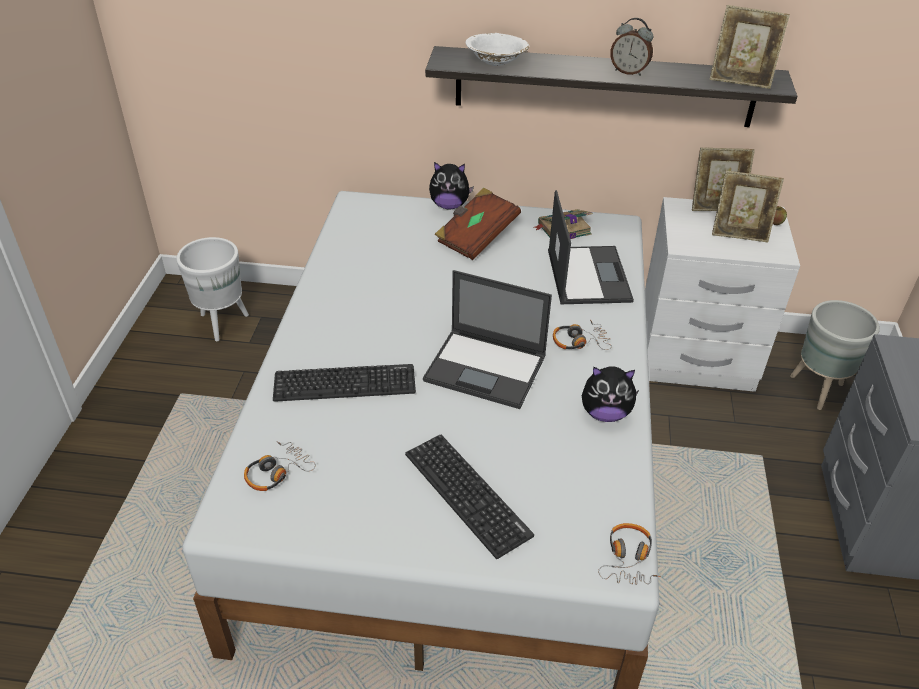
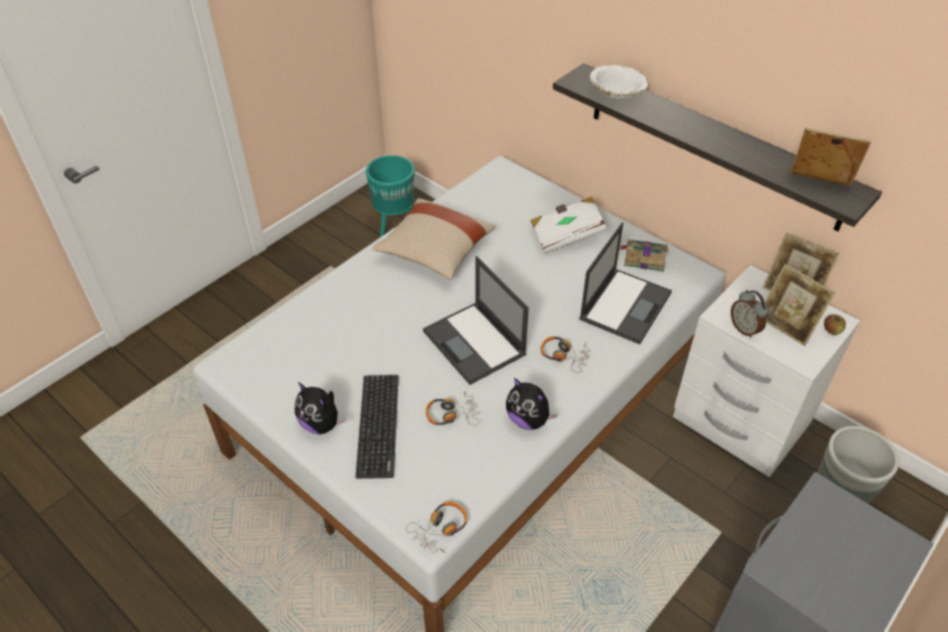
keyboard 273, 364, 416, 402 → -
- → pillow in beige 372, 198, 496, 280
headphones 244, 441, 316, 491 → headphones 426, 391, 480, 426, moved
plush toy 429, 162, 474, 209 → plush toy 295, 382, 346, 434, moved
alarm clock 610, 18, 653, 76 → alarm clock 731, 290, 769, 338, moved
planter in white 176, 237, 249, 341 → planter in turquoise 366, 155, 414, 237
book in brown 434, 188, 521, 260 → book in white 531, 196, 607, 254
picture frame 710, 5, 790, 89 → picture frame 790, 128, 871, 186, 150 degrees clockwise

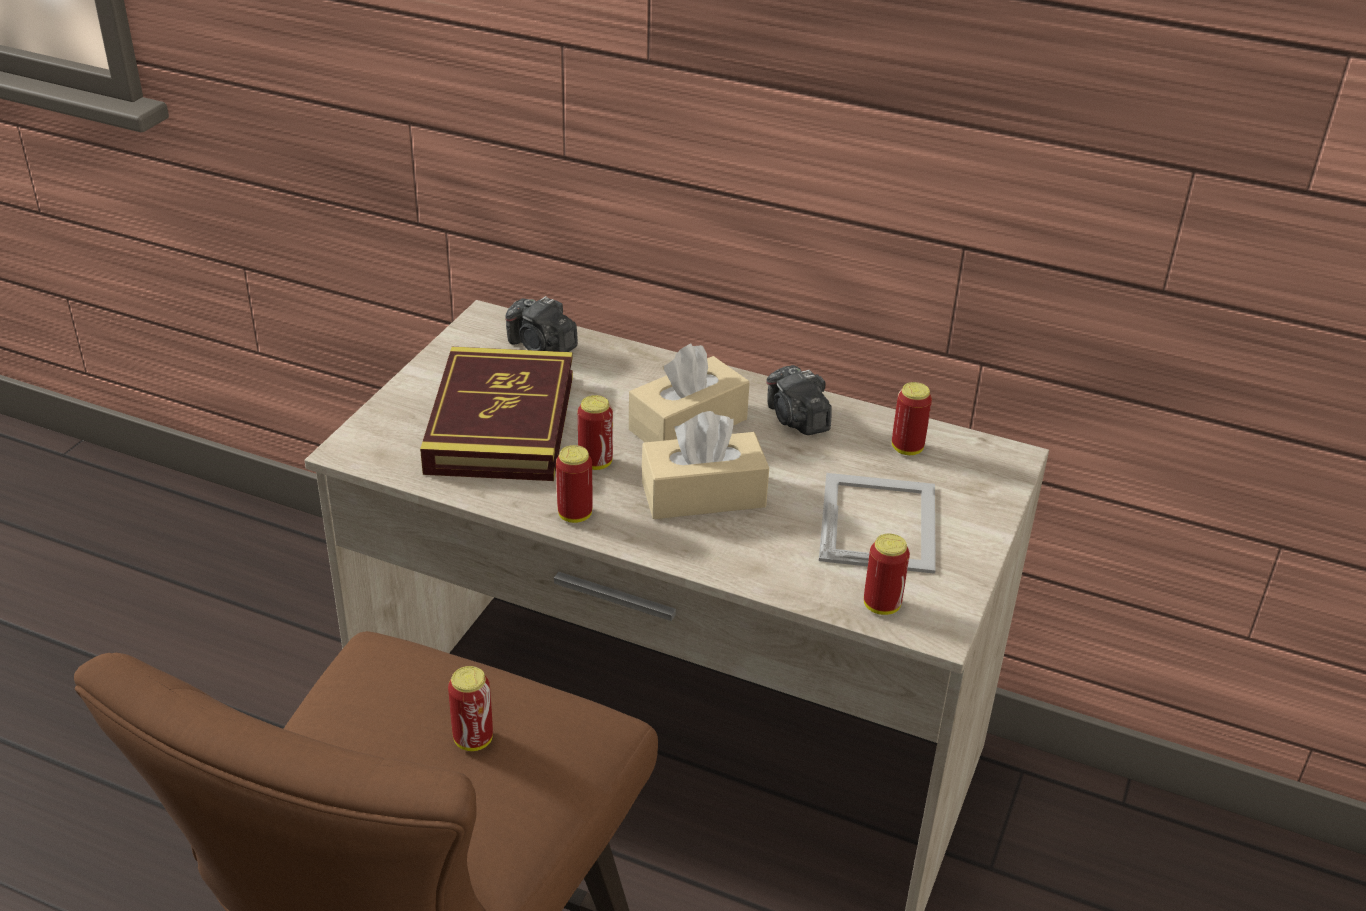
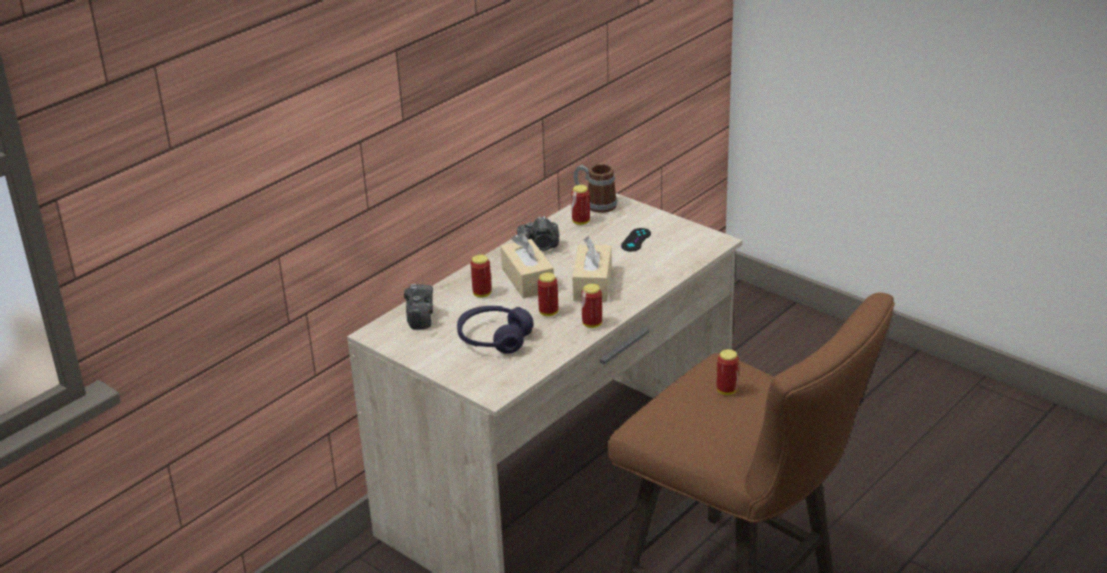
- → mug 574, 164, 617, 213
can 864, 534, 910, 615 → can 471, 254, 492, 297, moved
book 420, 347, 573, 481 → headphones in purple 457, 306, 533, 354
picture frame 819, 473, 936, 574 → game controller in black 621, 228, 651, 251
photo camera 505, 296, 578, 352 → photo camera 404, 284, 433, 330, 60 degrees counterclockwise

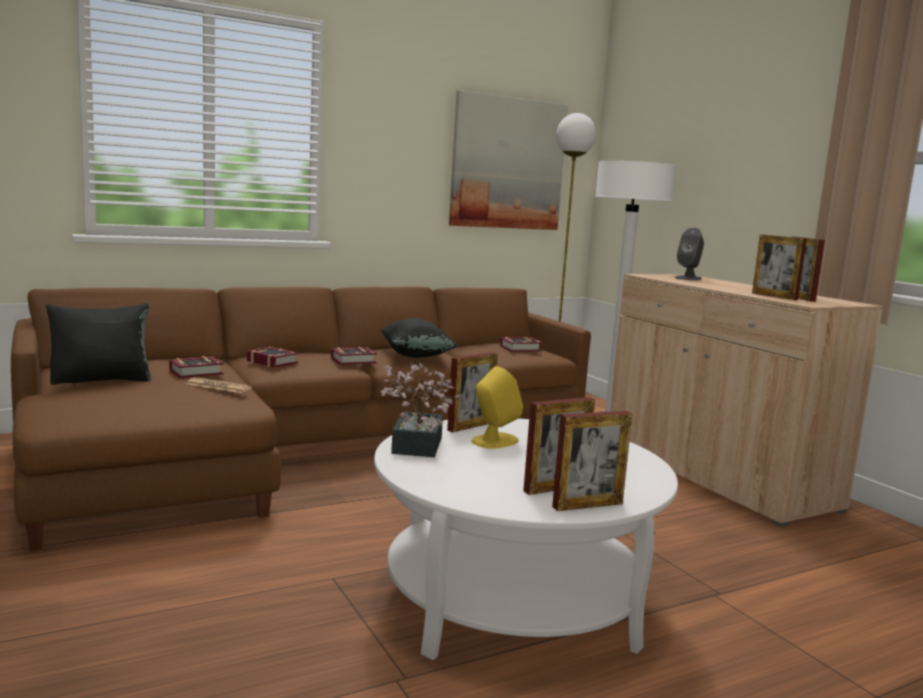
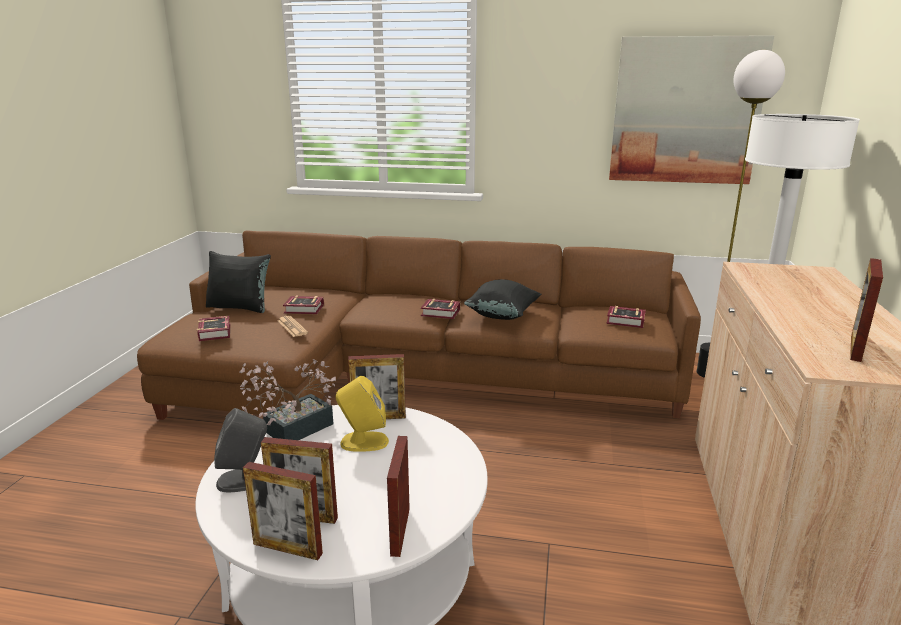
book 247, 347, 298, 368 → book 197, 316, 230, 341, moved
speaker in grey 675, 228, 704, 280 → speaker in grey 214, 408, 267, 492, moved
picture frame 752, 235, 807, 300 → picture frame 387, 436, 410, 557, moved

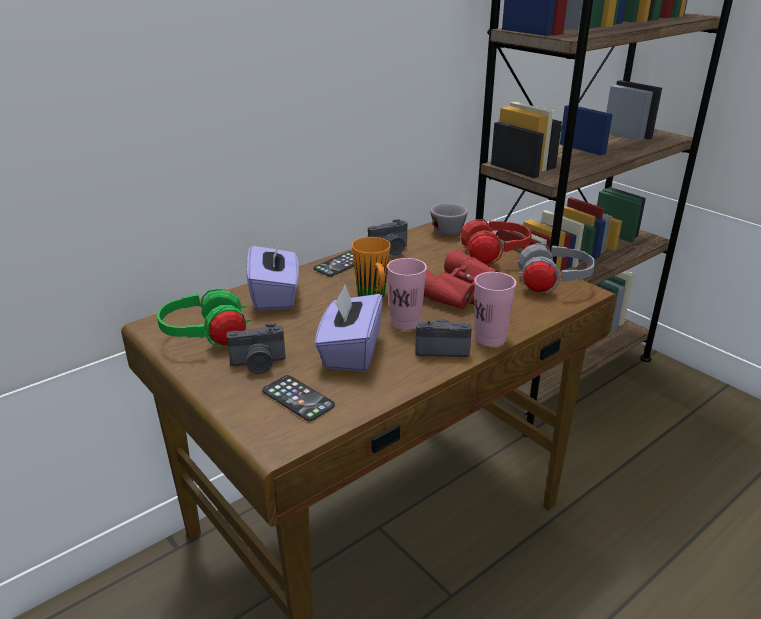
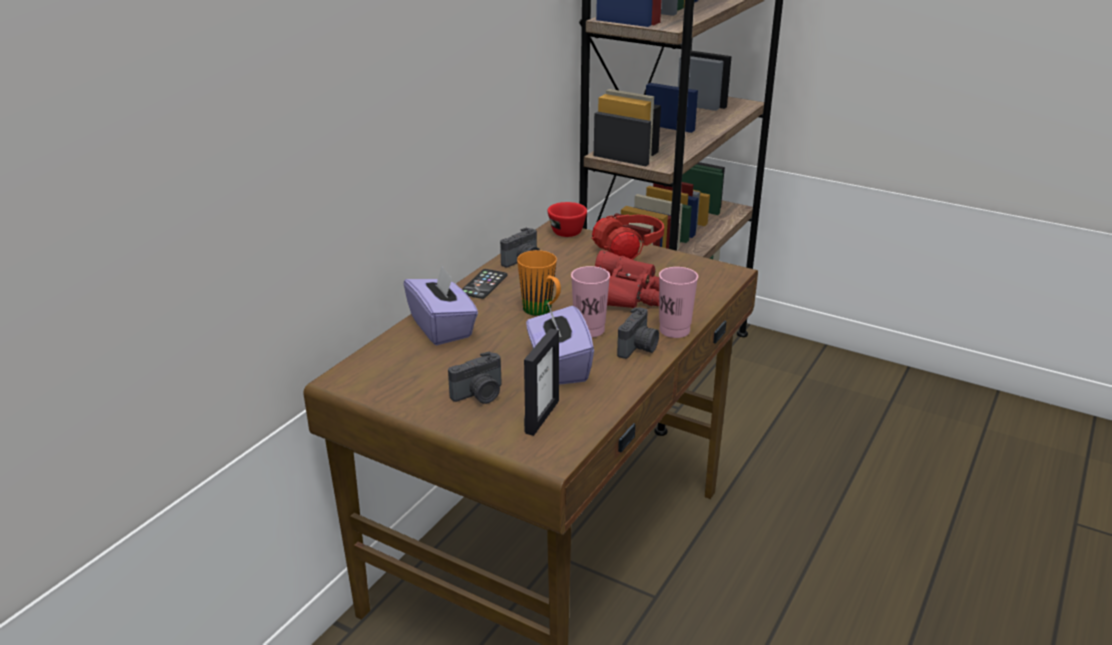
headphones in green 157, 289, 251, 347 → -
headphones in grey 514, 243, 595, 293 → -
phone 262, 375, 335, 421 → picture frame 524, 328, 559, 436
cup in grey 430, 203, 468, 235 → cup in red 548, 202, 587, 237
photo camera 415, 319, 472, 357 → photo camera 617, 307, 659, 359, 135 degrees clockwise

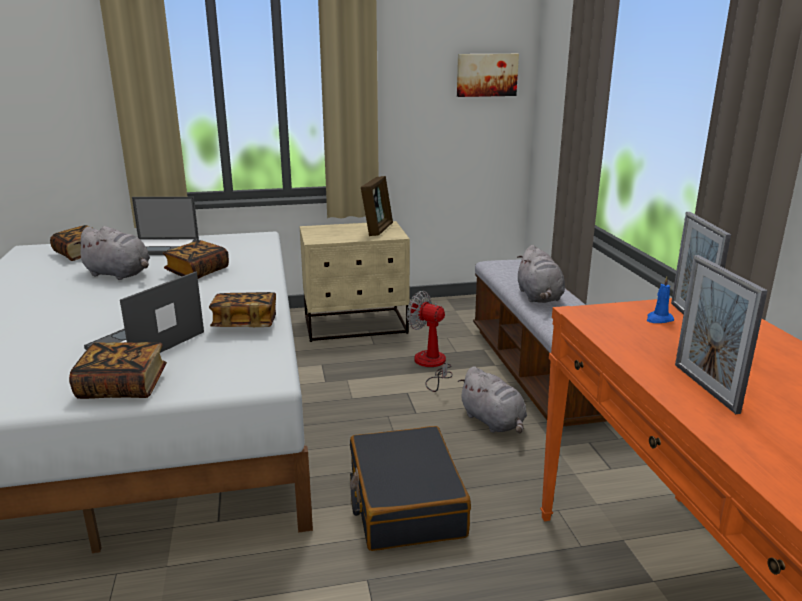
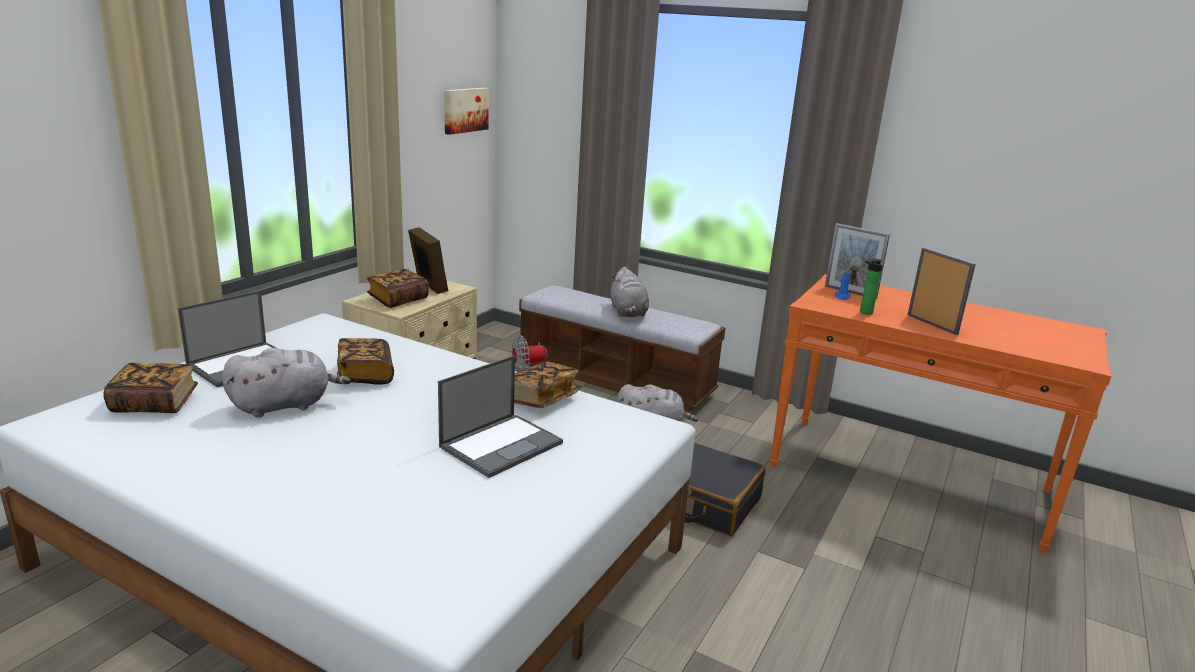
- → bottle 860, 259, 883, 315
book 69, 342, 167, 399 → book 367, 269, 429, 308, moved
laptop 84, 272, 204, 353 → laptop 438, 355, 563, 478, 120 degrees counterclockwise
plush toy in grey 517, 245, 565, 303 → plush toy in grey 611, 267, 649, 317, 45 degrees clockwise
picture frame 675, 255, 768, 414 → picture frame 908, 247, 976, 335, 150 degrees counterclockwise

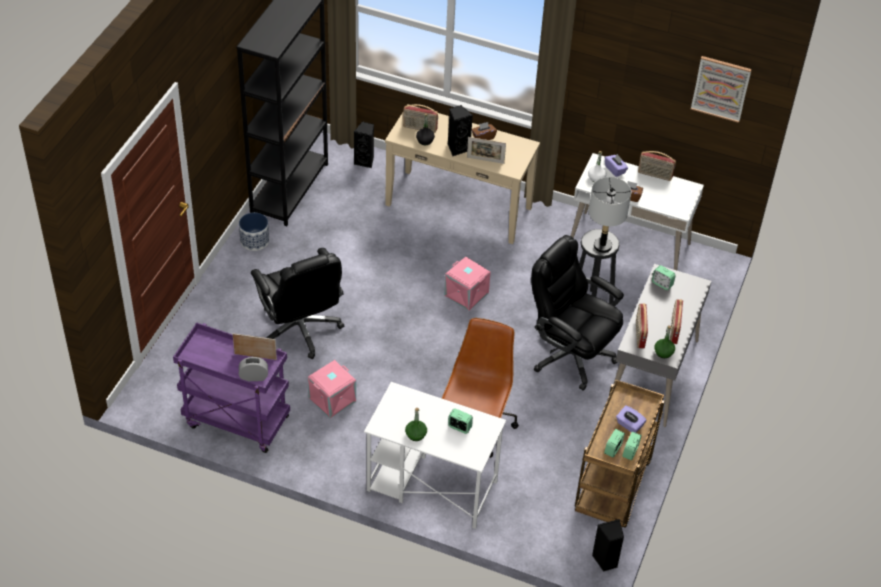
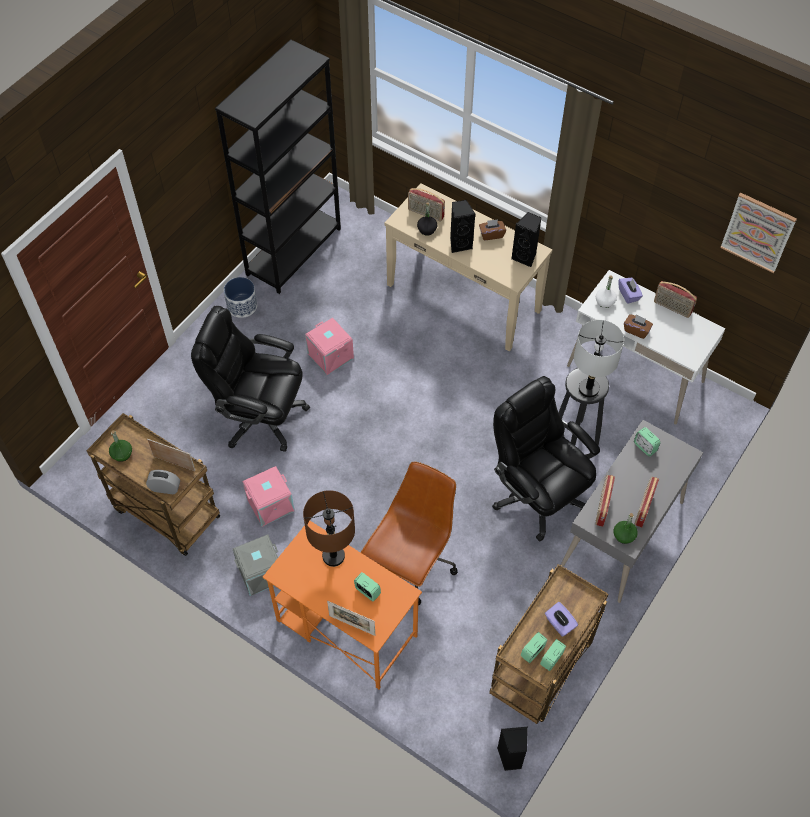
- → storage box in grey 232, 535, 278, 596
- → table lamp in brown 303, 490, 355, 567
speaker in black 354, 121, 374, 168 → speaker in black 511, 212, 542, 267, moved
bottle in green 405, 408, 427, 441 → bottle in green 109, 430, 132, 462, moved
storage box in pink 444, 256, 491, 311 → storage box in pink 305, 318, 354, 375, moved
picture frame 467, 137, 506, 164 → picture frame 327, 601, 375, 636, moved
cart in purple 173, 322, 290, 453 → cart in brown 86, 413, 220, 556
desk in white 364, 382, 506, 529 → desk in orange 263, 521, 422, 689
office chair in black 251, 248, 344, 359 → office chair in black 191, 306, 310, 452, 120 degrees clockwise

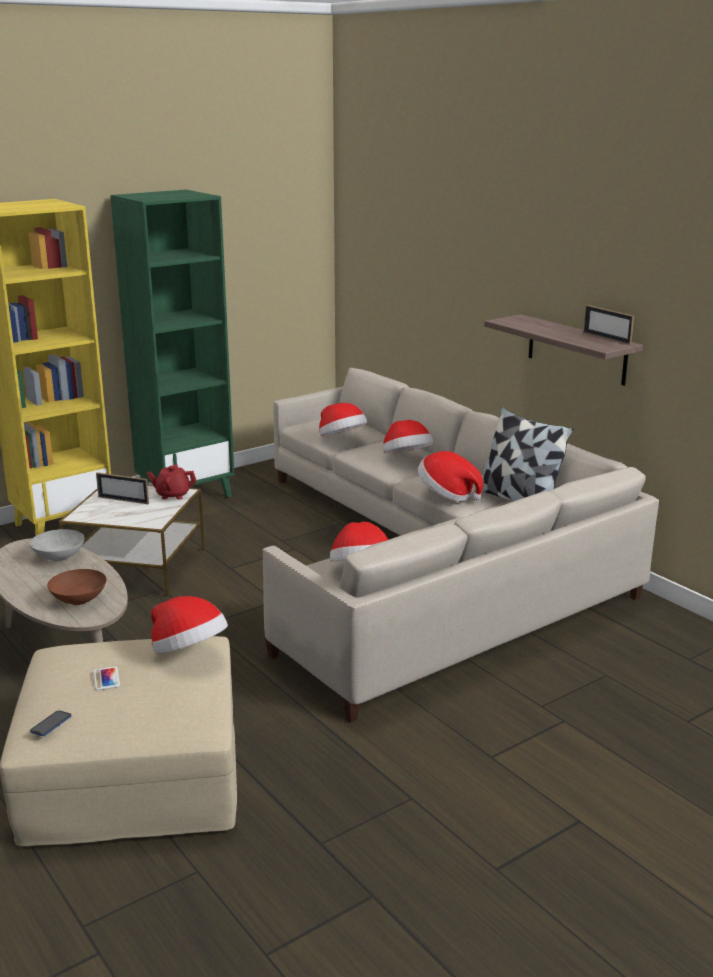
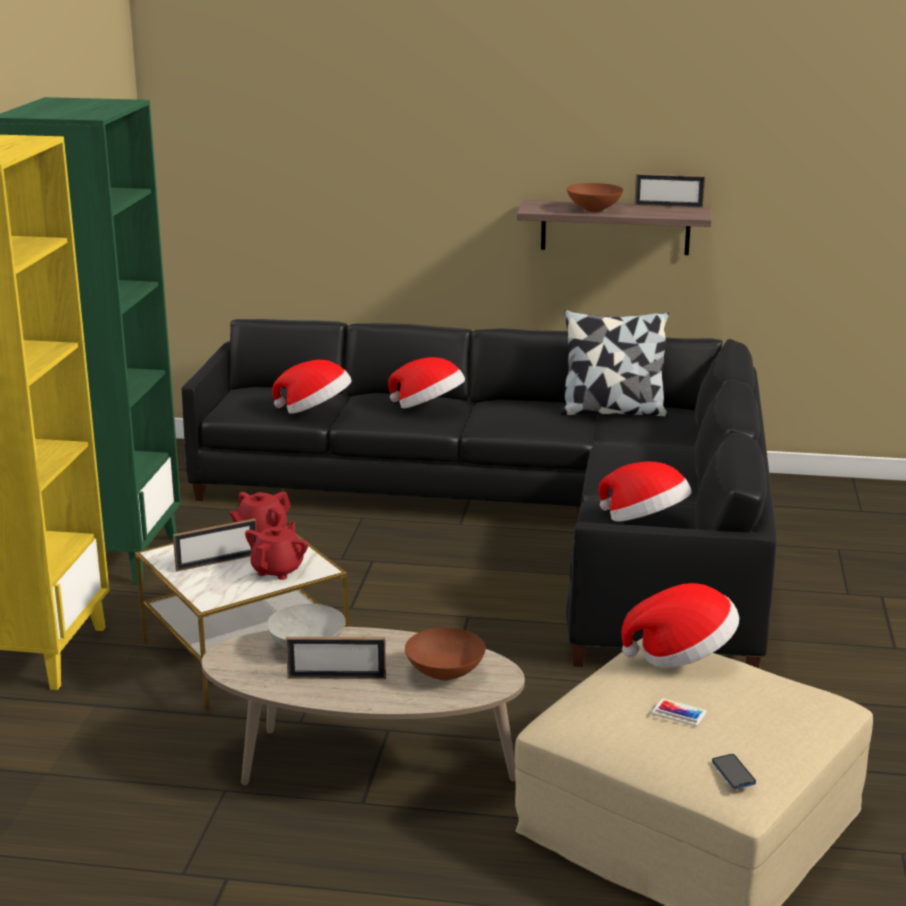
hat 418, 451, 483, 502 → -
- → teapot in red 245, 521, 308, 580
- → picture frame 286, 637, 386, 679
- → bowl in brown 567, 183, 623, 212
sofa in beige 263, 368, 659, 722 → sofa in black 182, 319, 777, 668

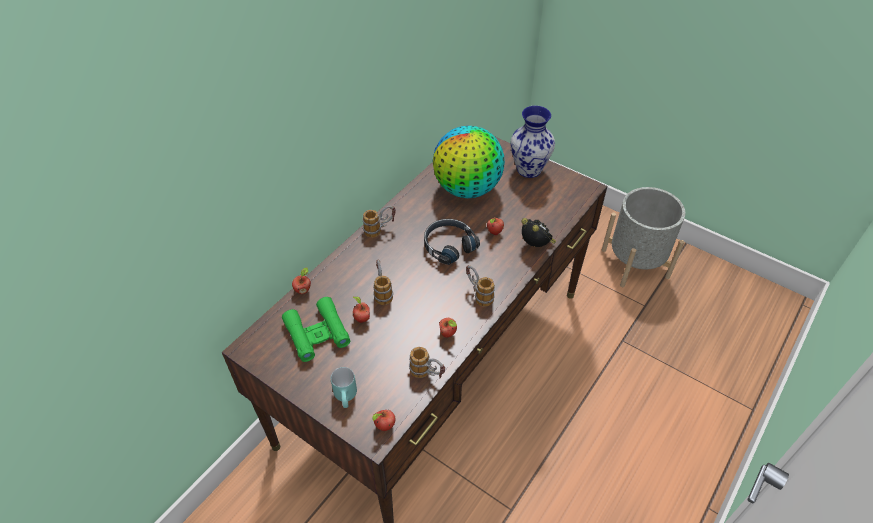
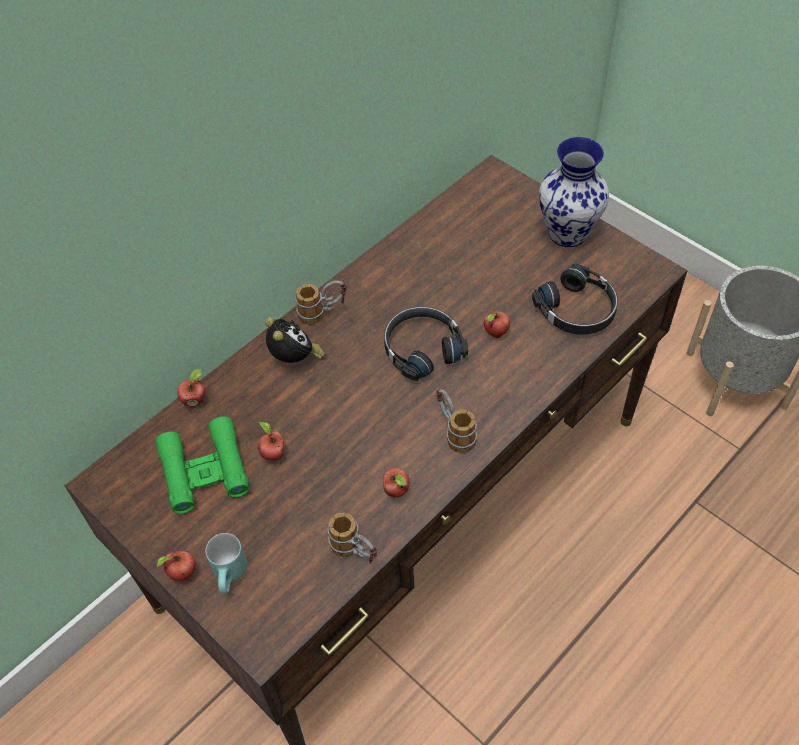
mug 373, 260, 393, 305 → -
globe 433, 126, 505, 198 → -
- → headphones in black 532, 264, 618, 335
apple 373, 410, 395, 431 → apple 156, 551, 195, 581, moved
alarm clock 521, 218, 556, 247 → alarm clock 265, 317, 325, 363, moved

